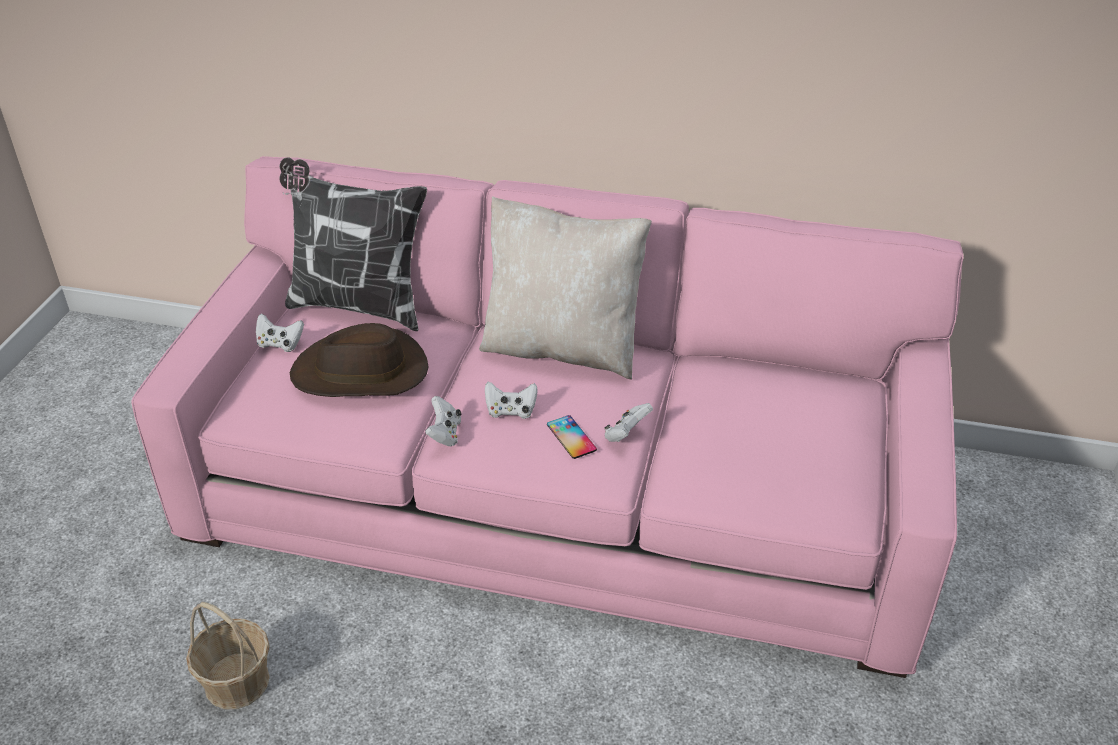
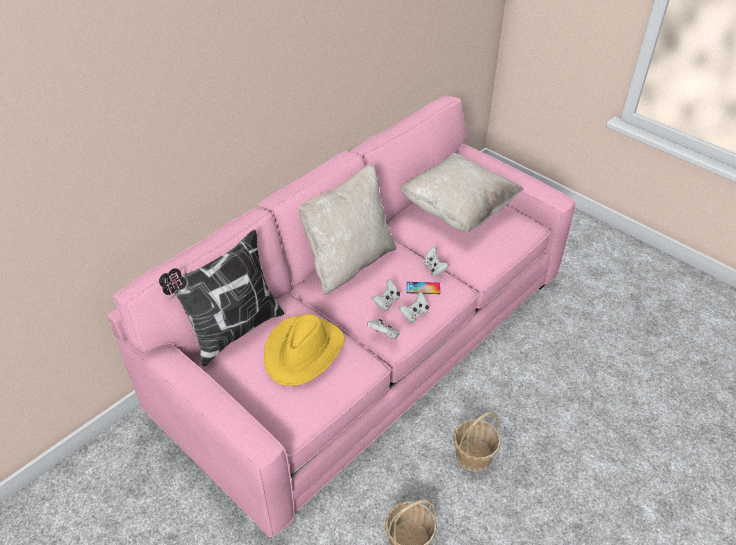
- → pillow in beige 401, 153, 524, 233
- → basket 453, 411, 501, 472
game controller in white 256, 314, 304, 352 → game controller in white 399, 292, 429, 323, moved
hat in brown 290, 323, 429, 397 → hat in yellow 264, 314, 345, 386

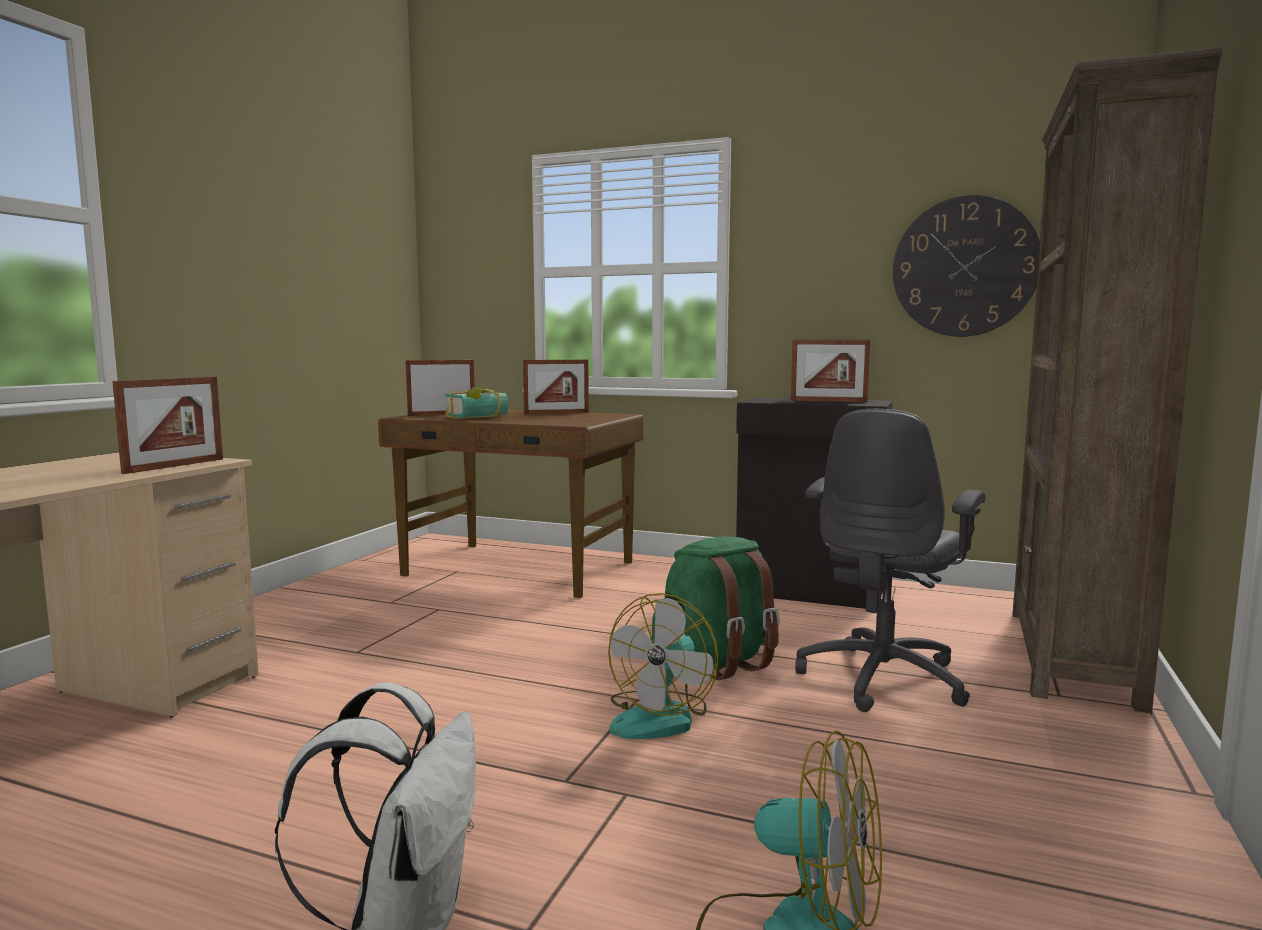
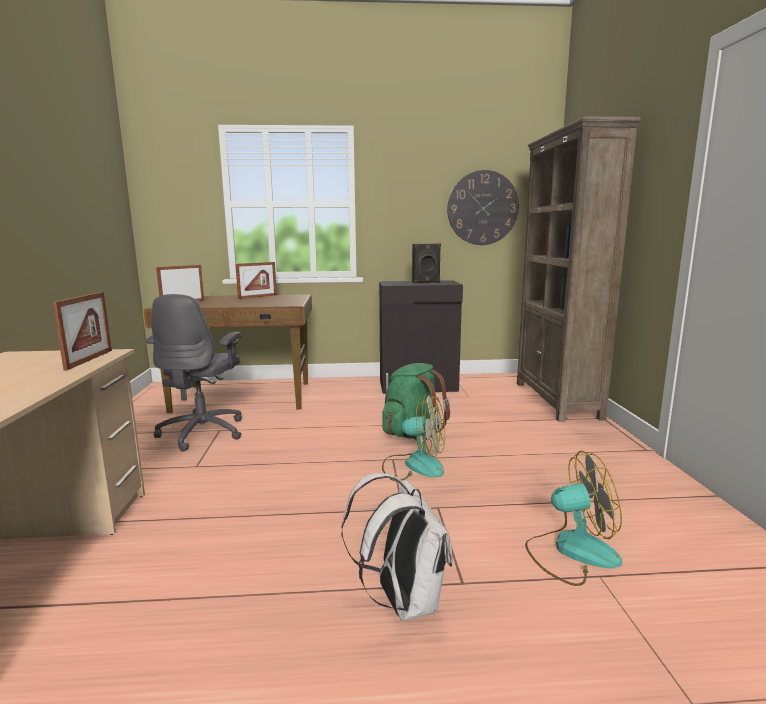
book 445, 387, 508, 419 → -
office chair in grey 795, 409, 986, 712 → office chair in grey 146, 294, 242, 452, moved
picture frame 791, 340, 870, 402 → speaker in black 412, 243, 441, 283
fan 608, 593, 719, 739 → fan 382, 393, 445, 481, 75 degrees counterclockwise

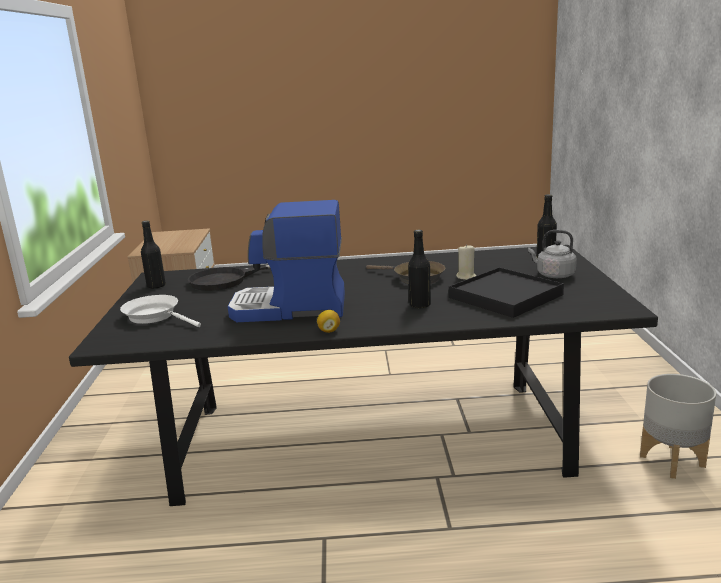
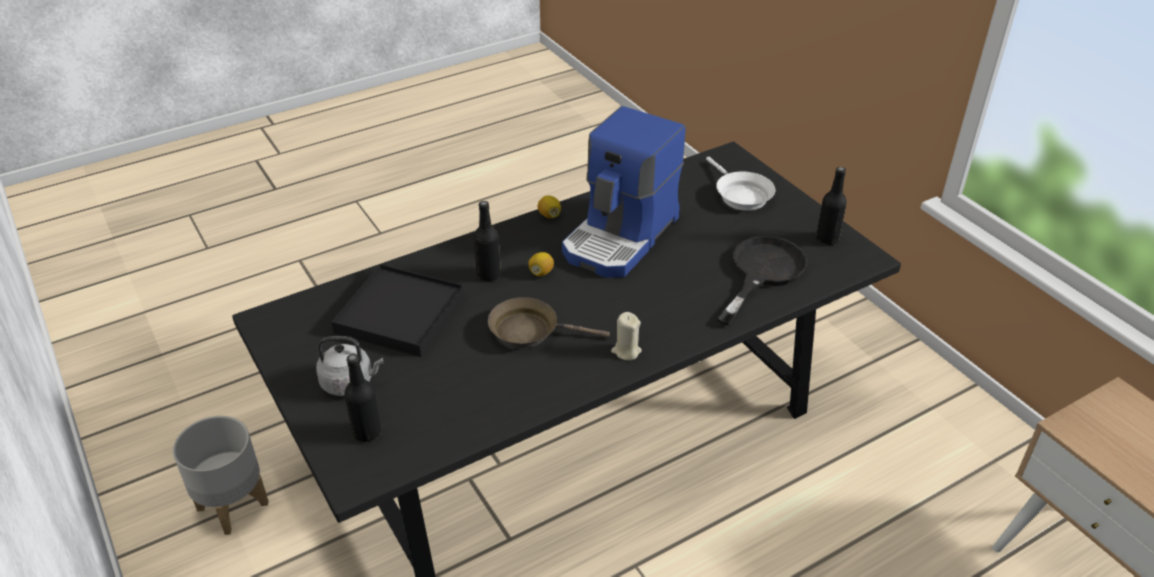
- → lemon 528, 252, 554, 277
candle in beige 456, 244, 477, 280 → candle in beige 611, 312, 642, 360, moved
frying pan in white 120, 295, 201, 327 → frying pan in white 706, 157, 775, 211, 60 degrees clockwise
coffee machine 228, 200, 345, 322 → coffee machine 562, 106, 686, 278, 150 degrees clockwise

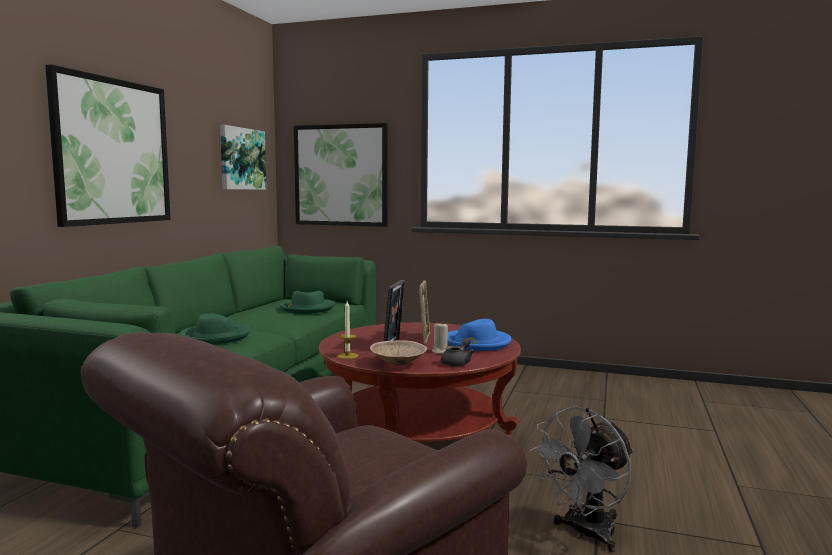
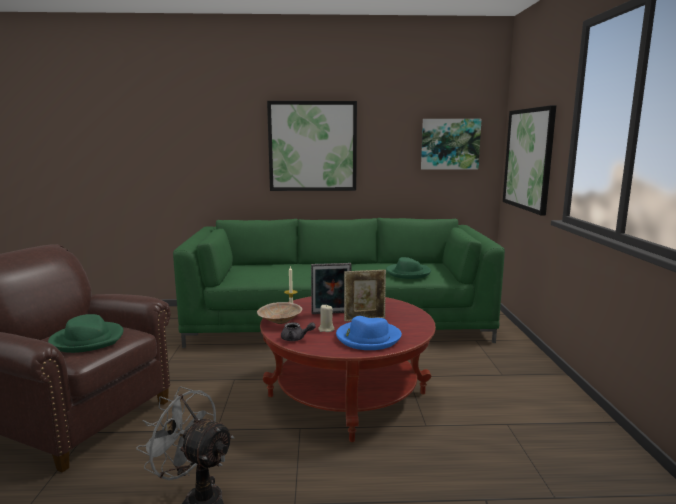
hat in green 179, 314, 250, 345 → hat in green 48, 314, 123, 353, moved

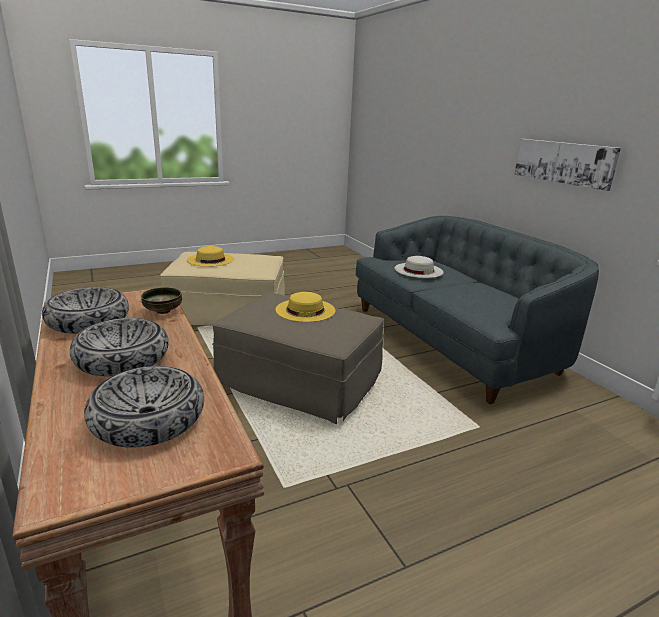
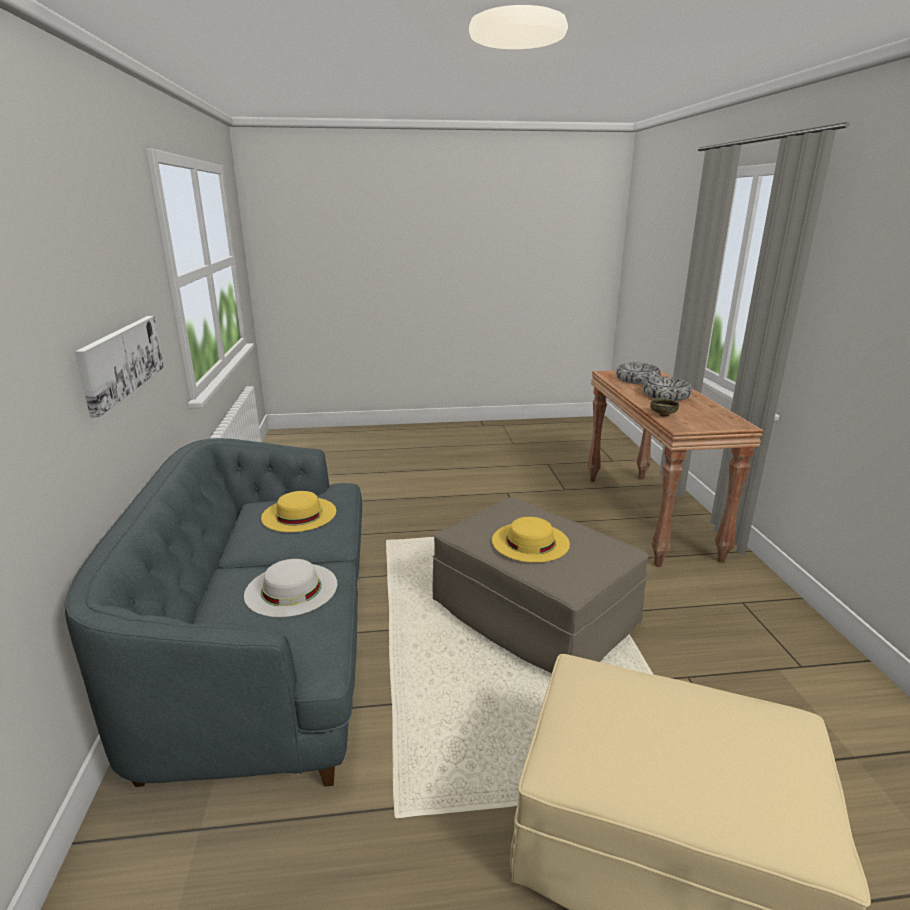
bowl 42, 287, 129, 334 → -
hat in yellow 187, 246, 234, 267 → hat in yellow 261, 491, 336, 532, moved

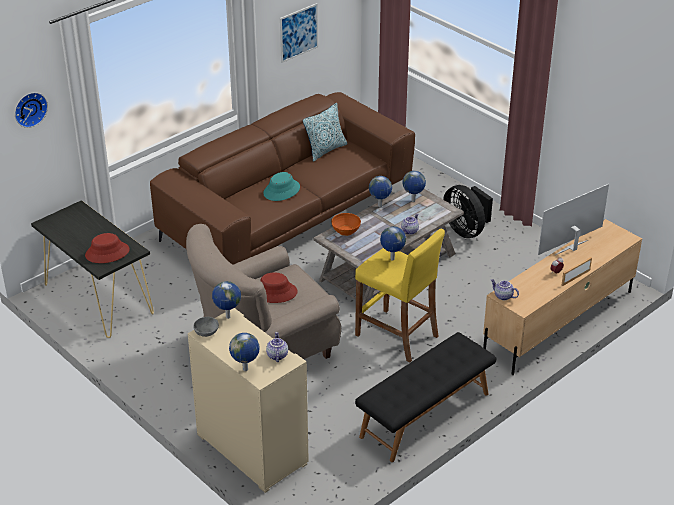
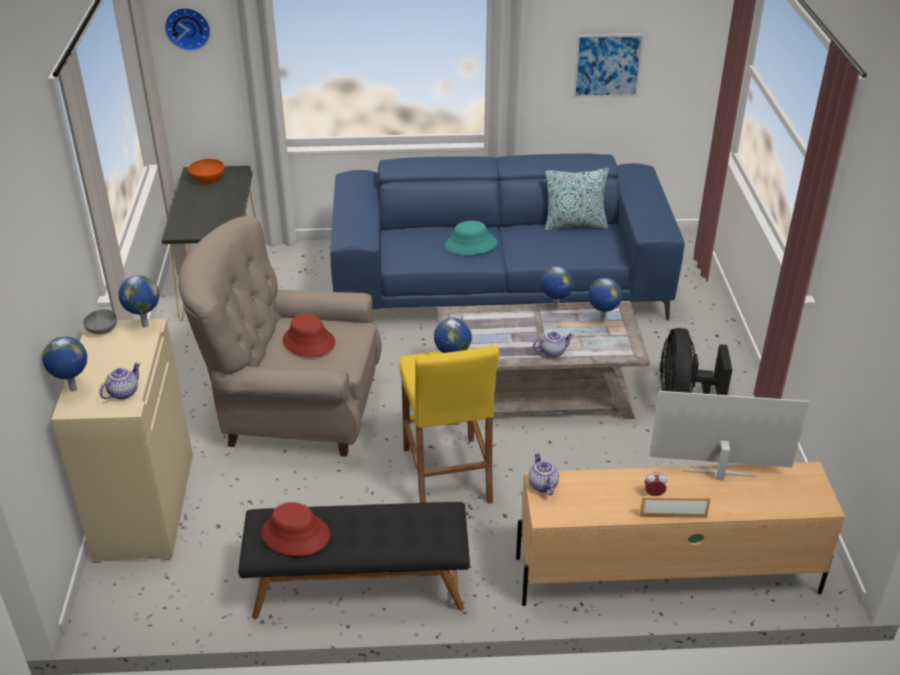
hat in red 85, 233, 129, 263 → hat in red 261, 502, 330, 556, moved
bowl in orange 331, 213, 361, 236 → bowl in orange 188, 159, 225, 184, moved
sofa in brown 150, 92, 415, 265 → sofa in blue 330, 154, 685, 320

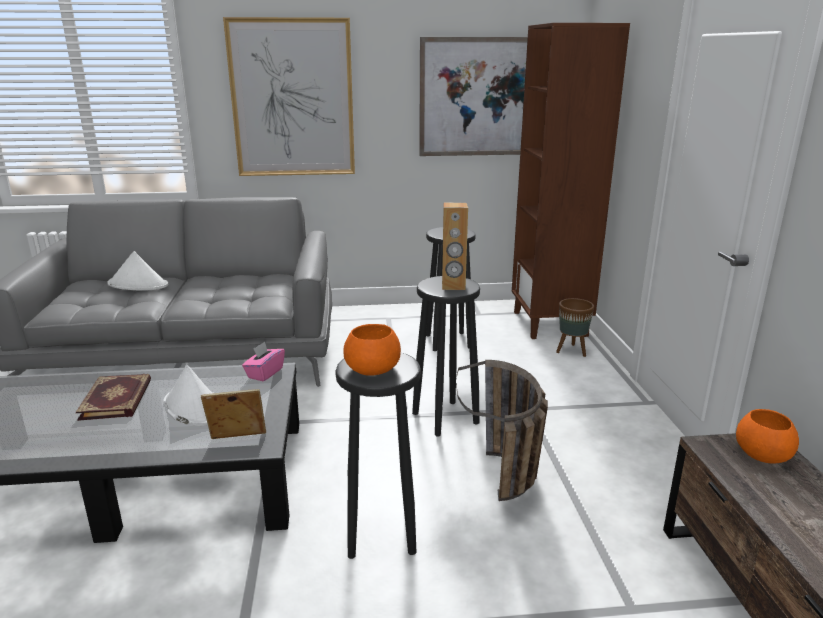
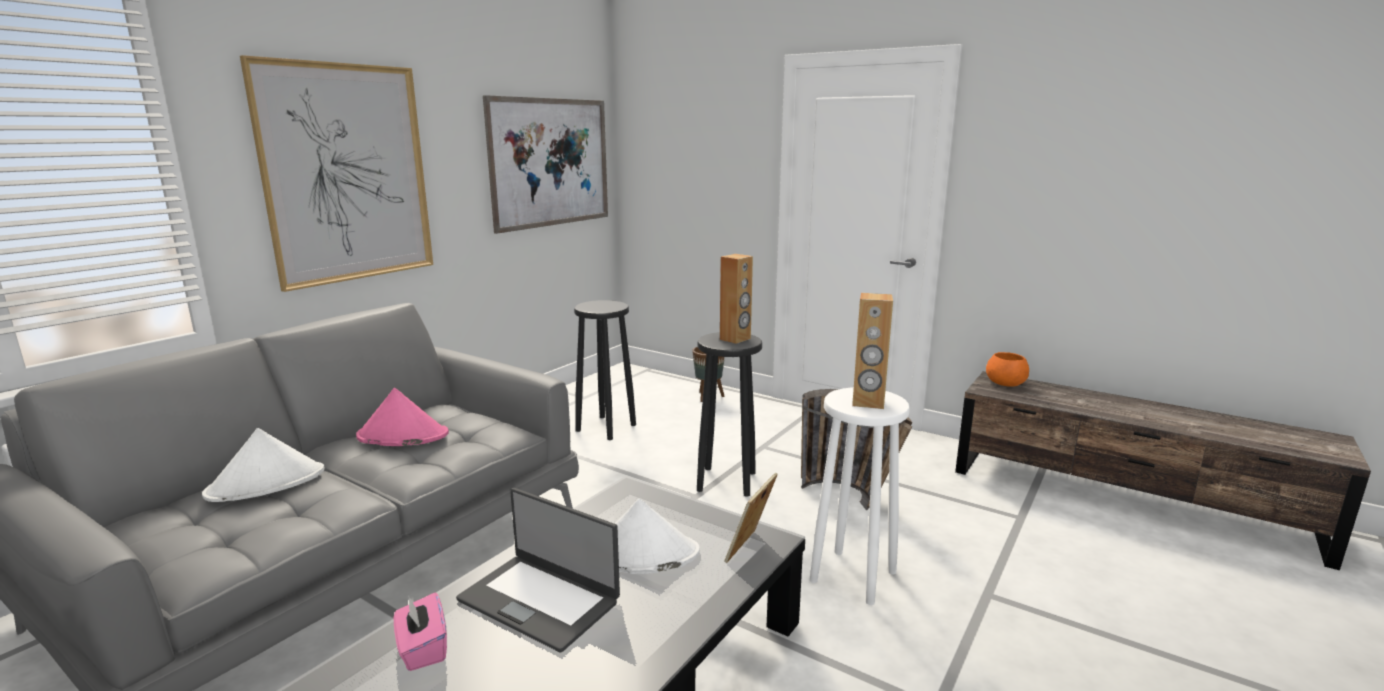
bookcase in brown 512, 23, 630, 339 → -
- → hat in pink 356, 388, 449, 446
tissue box in pink 242, 342, 285, 381 → tissue box in pink 394, 593, 447, 671, moved
book 76, 374, 151, 421 → laptop 456, 488, 620, 652
bowl in orange 343, 324, 401, 375 → speaker in brown 852, 293, 893, 409
stool in black 335, 353, 421, 559 → stool in white 810, 387, 910, 605

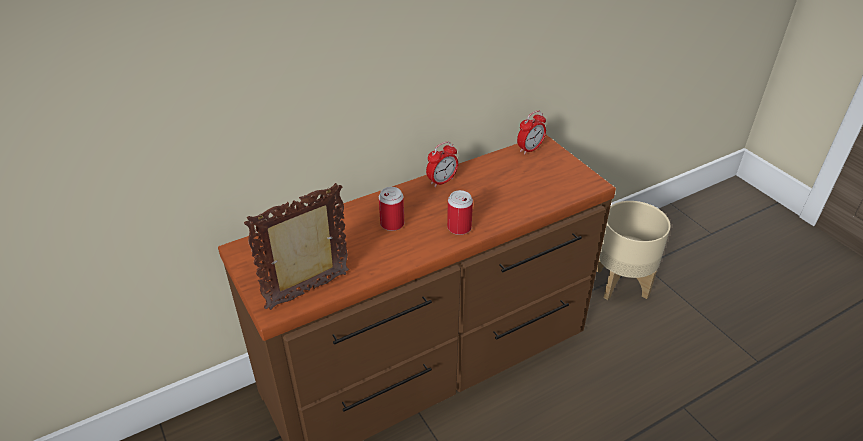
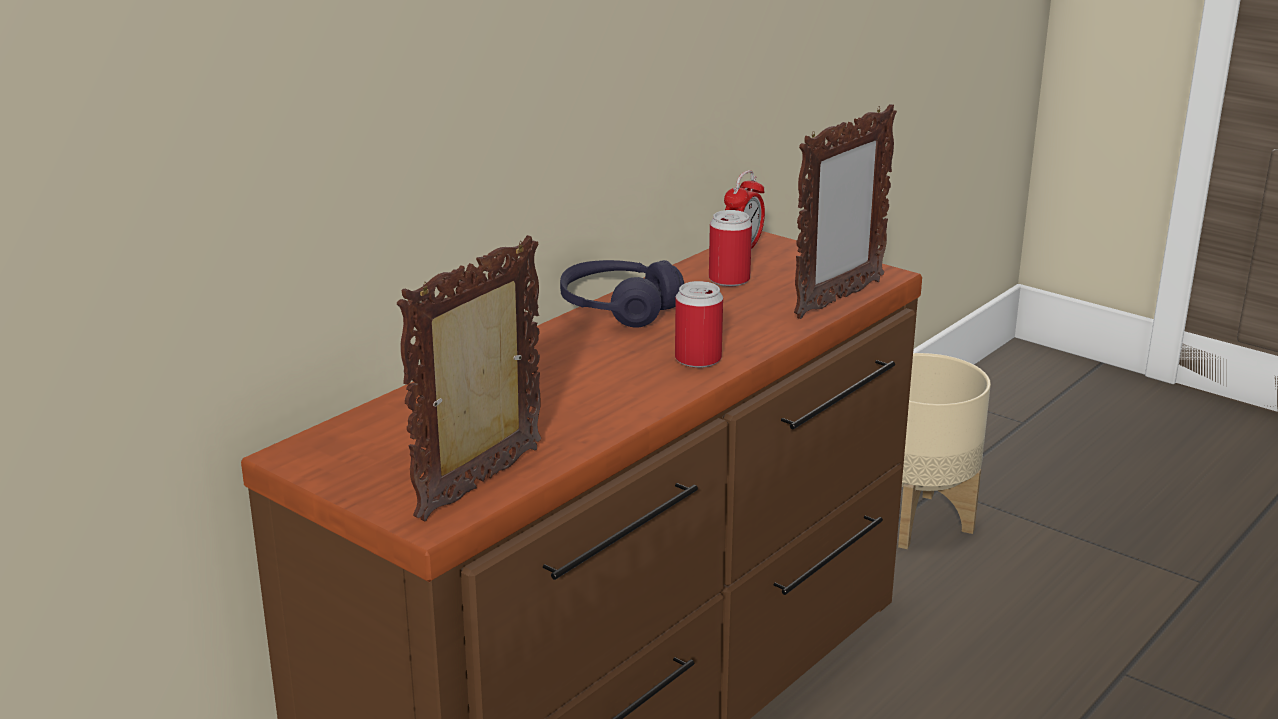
- → picture frame 794, 104, 897, 319
can 379, 187, 404, 231 → can 709, 210, 752, 286, moved
alarm clock 426, 141, 458, 187 → headphones in purple 560, 260, 684, 328

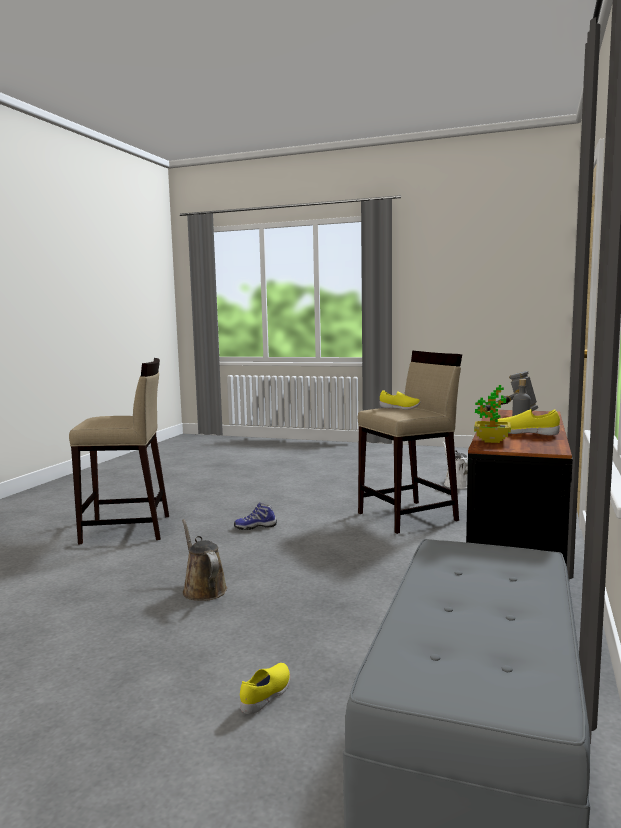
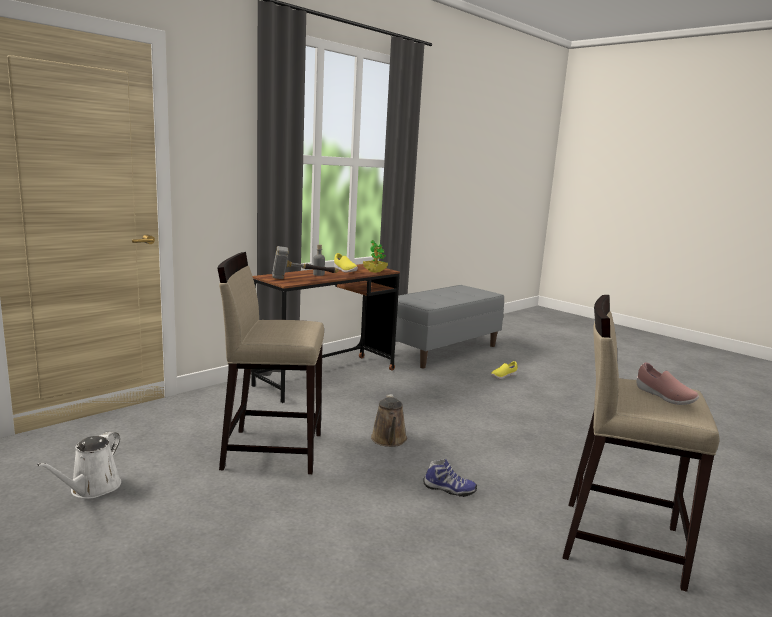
shoe in yellow 380, 390, 421, 410 → -
- → shoe in pink 636, 362, 699, 405
watering can in brown 182, 519, 227, 601 → watering can in brown 371, 394, 407, 447, moved

